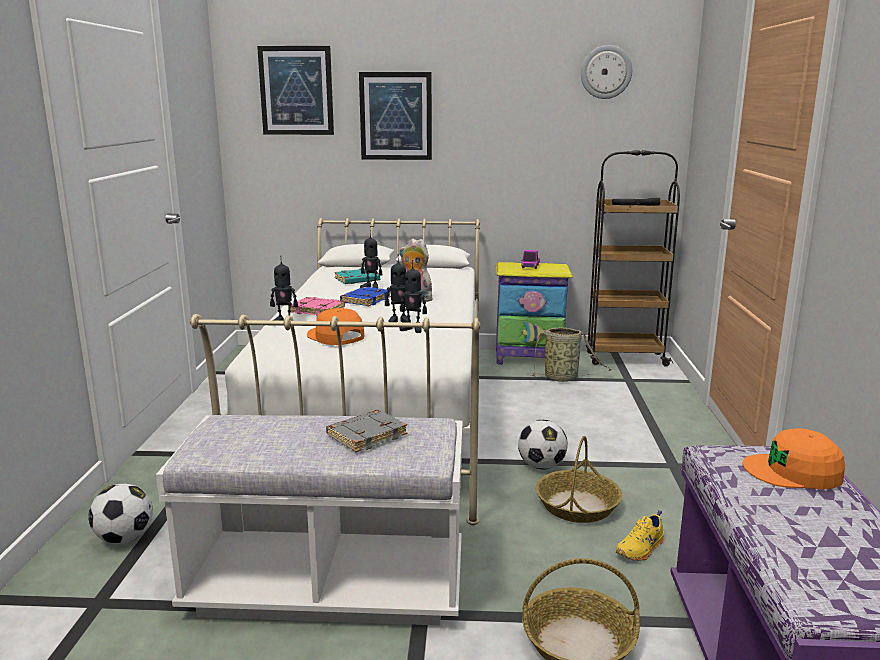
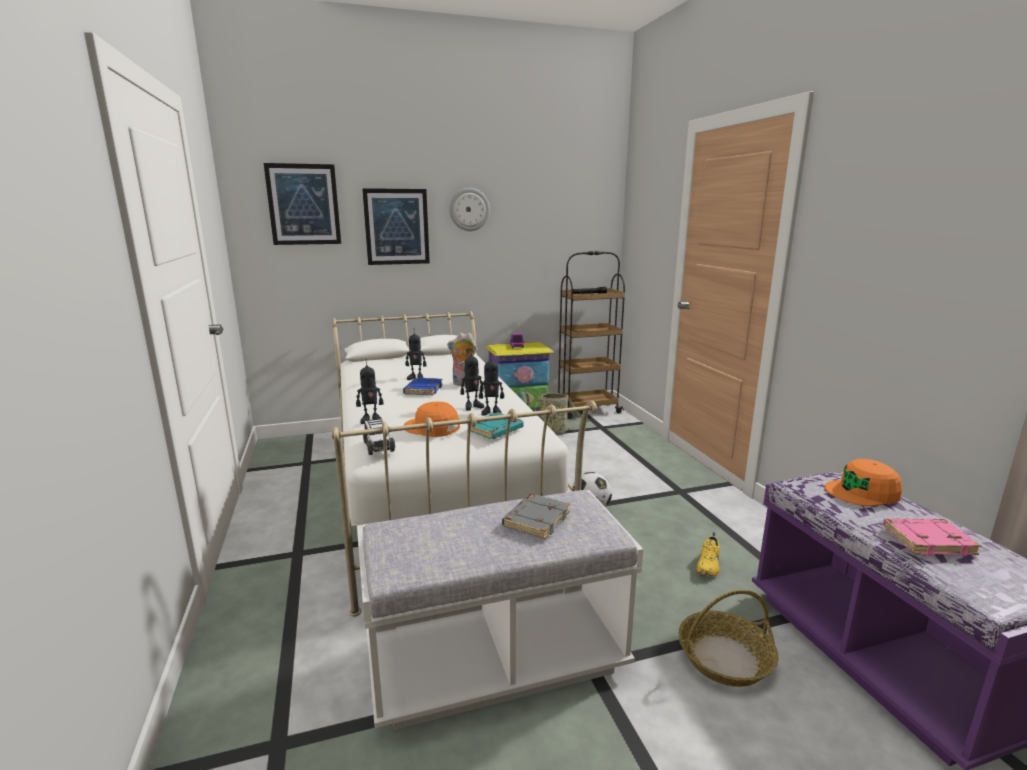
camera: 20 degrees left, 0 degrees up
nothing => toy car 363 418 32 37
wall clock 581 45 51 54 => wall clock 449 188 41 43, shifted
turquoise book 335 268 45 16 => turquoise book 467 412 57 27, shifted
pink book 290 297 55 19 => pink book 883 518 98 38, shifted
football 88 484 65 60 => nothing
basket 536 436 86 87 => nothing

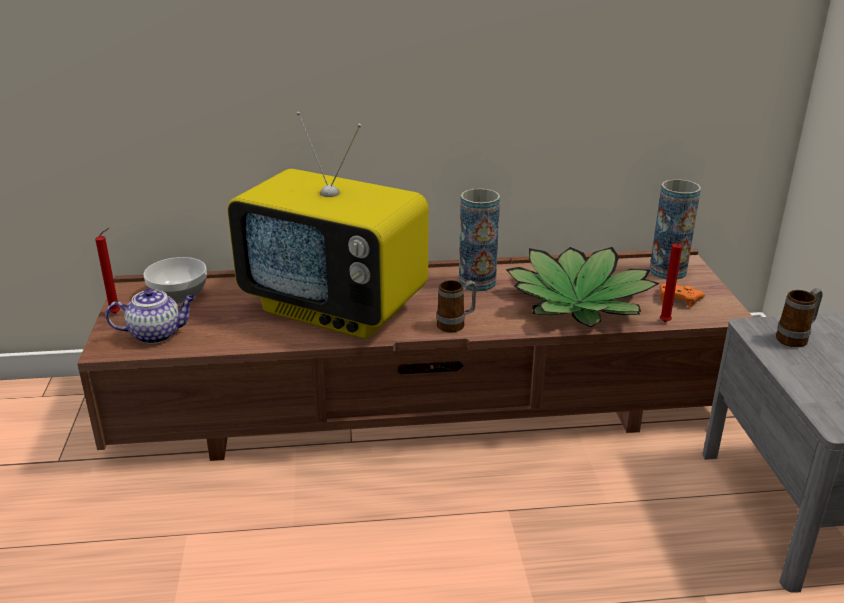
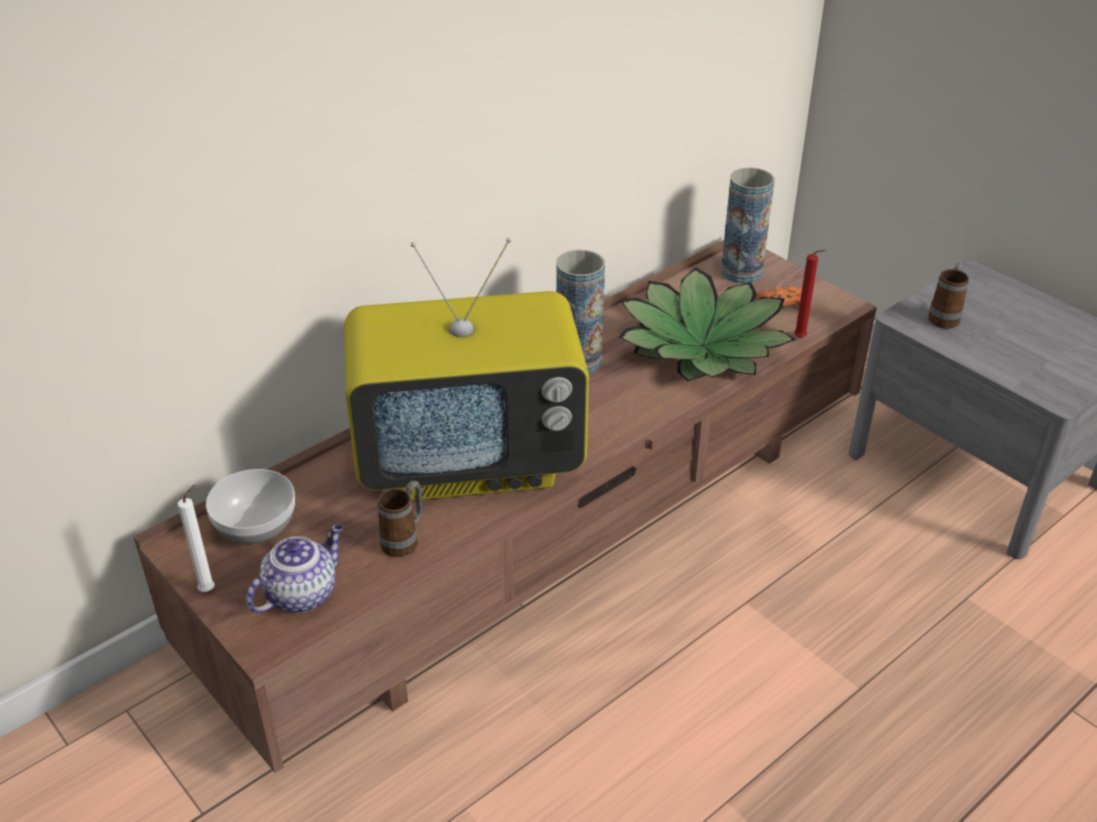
camera: 35 degrees left, 10 degrees up
red candle 95 228 25 86 => white candle 178 485 37 107
mug 436 280 41 53 => mug 377 481 46 76, shifted

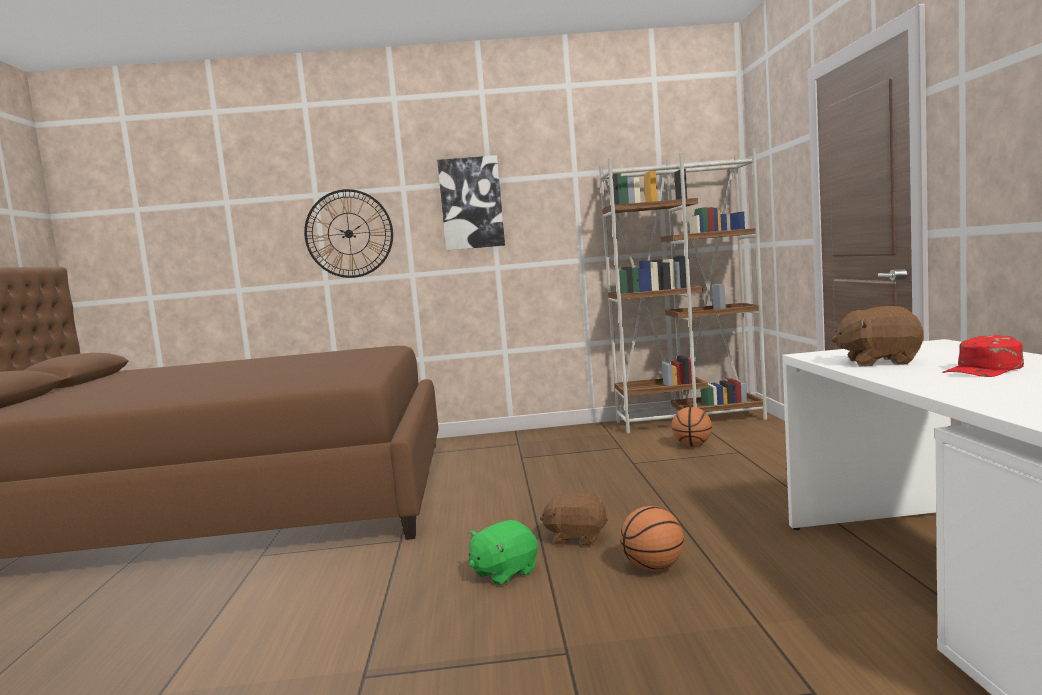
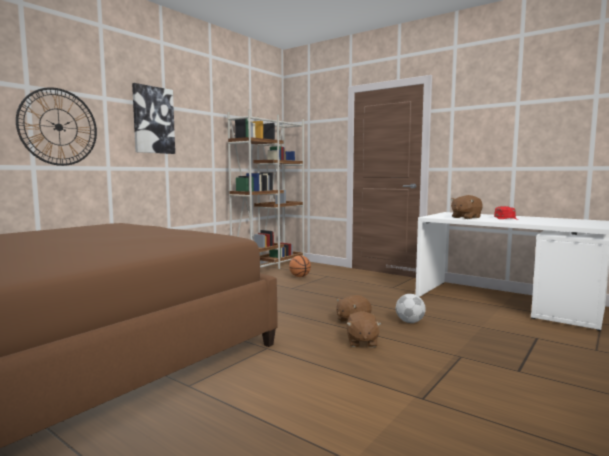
camera: 50 degrees left, 0 degrees up
green plush toy 468 520 70 66 => brown plush toy 347 311 35 37
basketball 620 506 64 65 => football 396 294 30 29

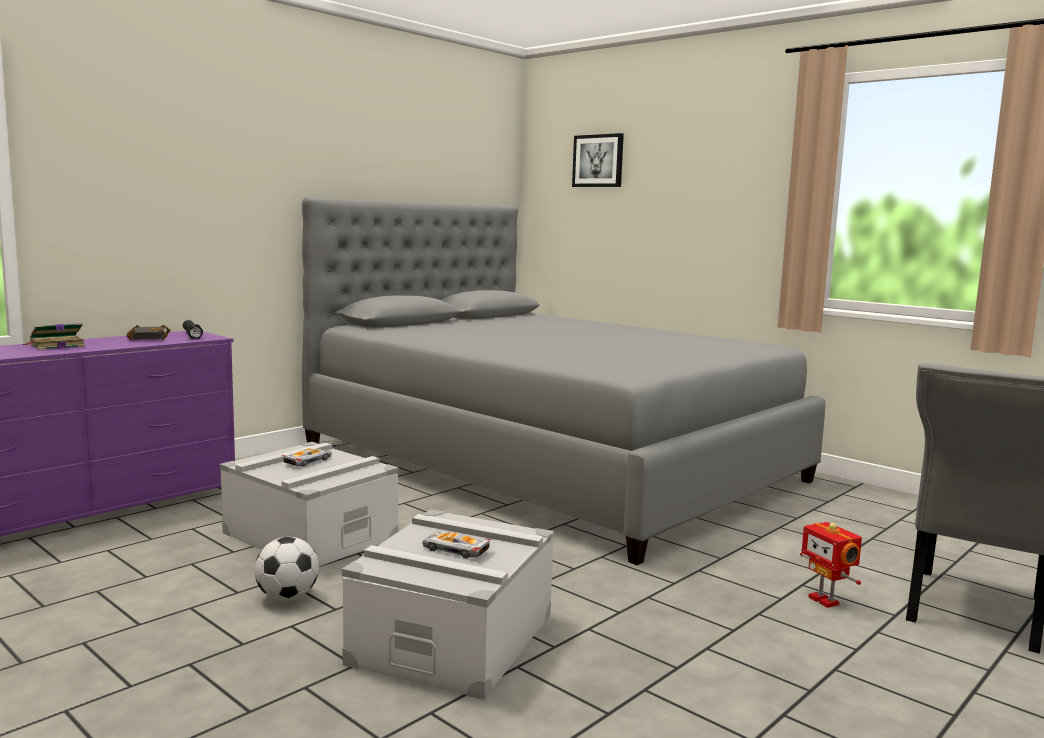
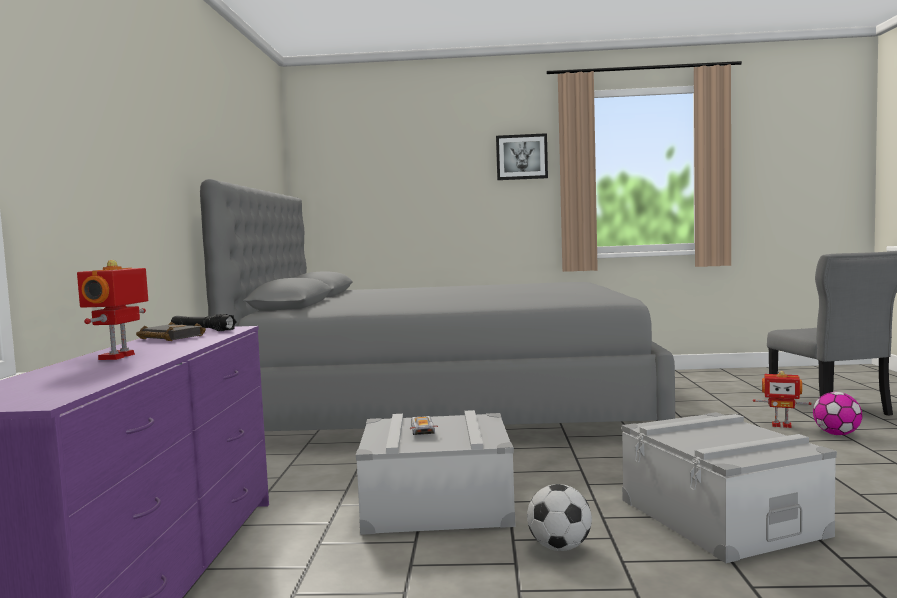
camera: 40 degrees left, 5 degrees down
book 25 323 60 27 => toy robot 77 260 71 100
picture 572 133 52 54 => picture 496 133 52 47, shifted
nothing => football 813 392 49 43
toy car 422 532 70 27 => nothing

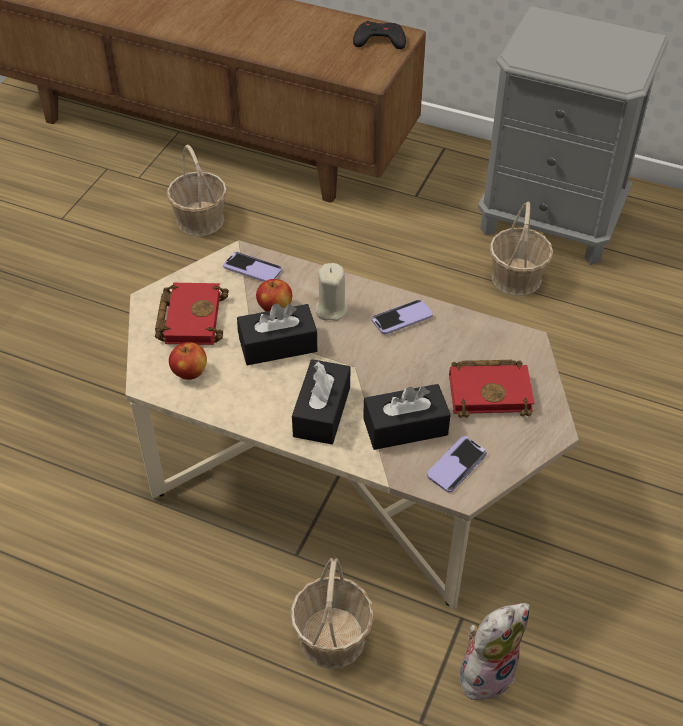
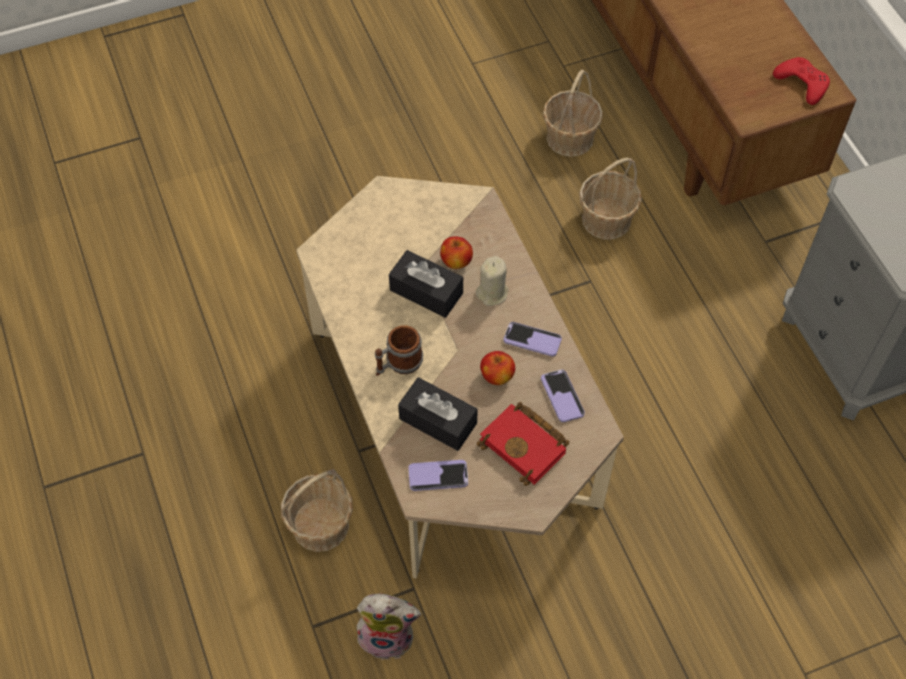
camera: 45 degrees right, 10 degrees up
black tissue box 292 359 58 85 => mug 375 325 48 51
apple 169 342 38 38 => apple 480 351 35 34, shifted
phone 223 252 59 30 => phone 541 369 44 53, shifted
basket 489 201 64 95 => basket 579 158 63 82, shifted
black game controller 353 21 53 28 => red game controller 773 57 57 48
red book 155 283 74 62 => nothing

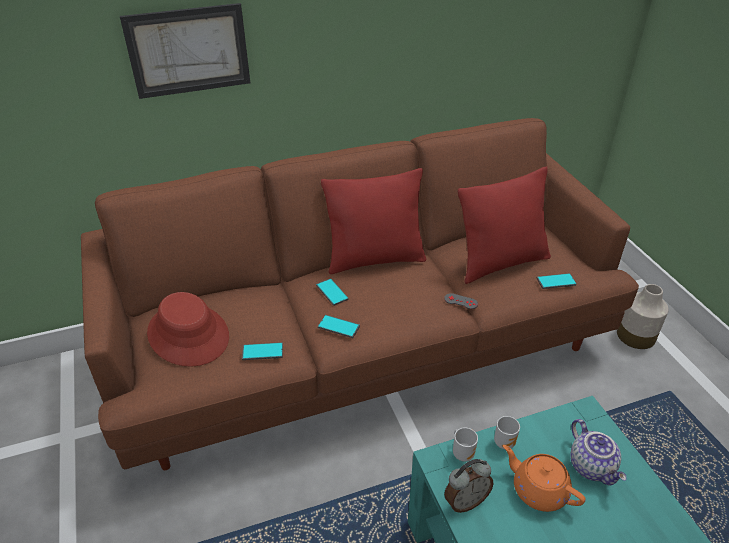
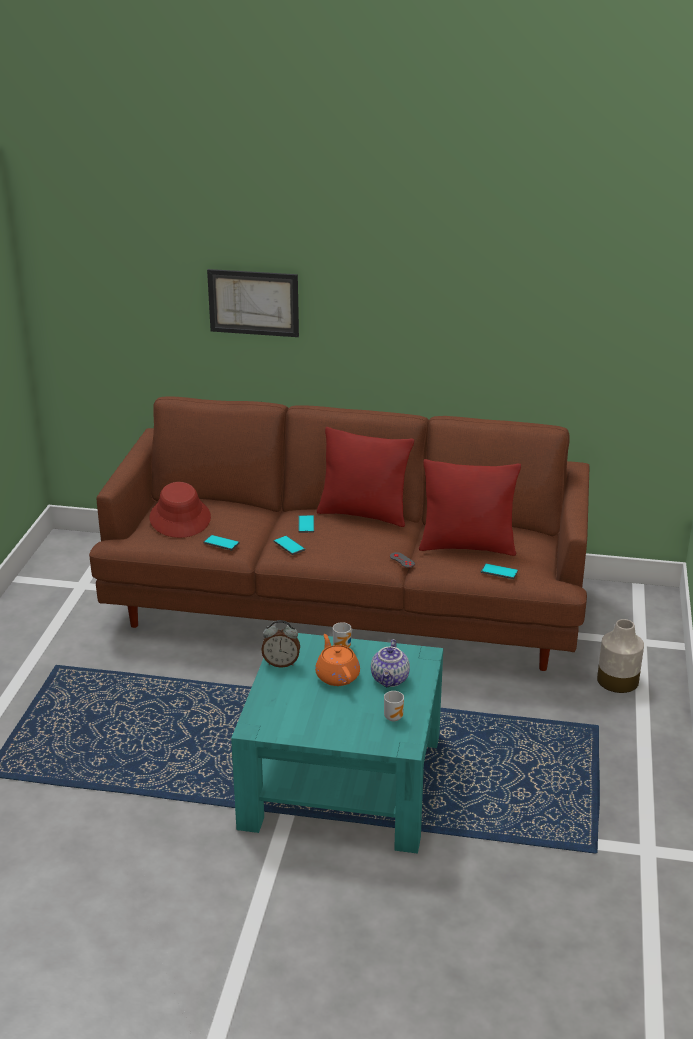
camera: 30 degrees right, 10 degrees down
mug 453 427 25 35 => mug 384 691 20 30, shifted

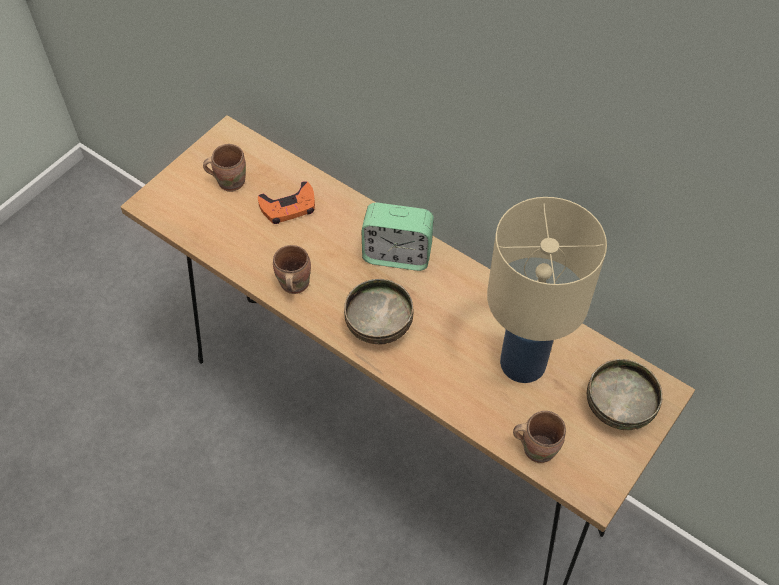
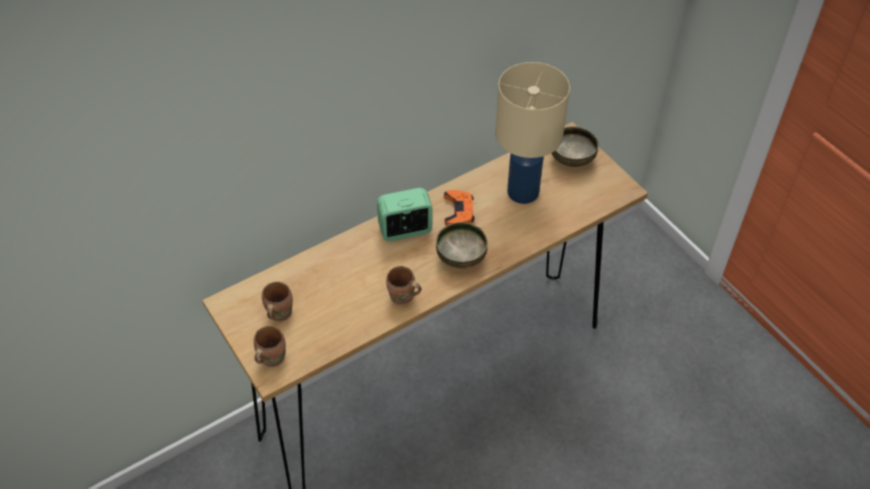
camera: 70 degrees left, 5 degrees down
brown mug 513 411 53 52 => brown mug 254 326 32 41, shifted
alarm clock 362 203 72 68 => alarm clock 377 188 56 53, 135 degrees counterclockwise
orange game controller 258 181 57 43 => orange game controller 444 190 31 36, shifted

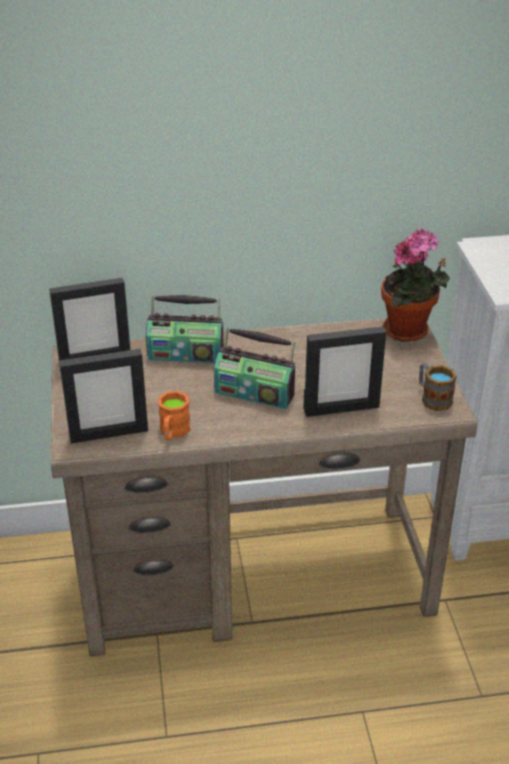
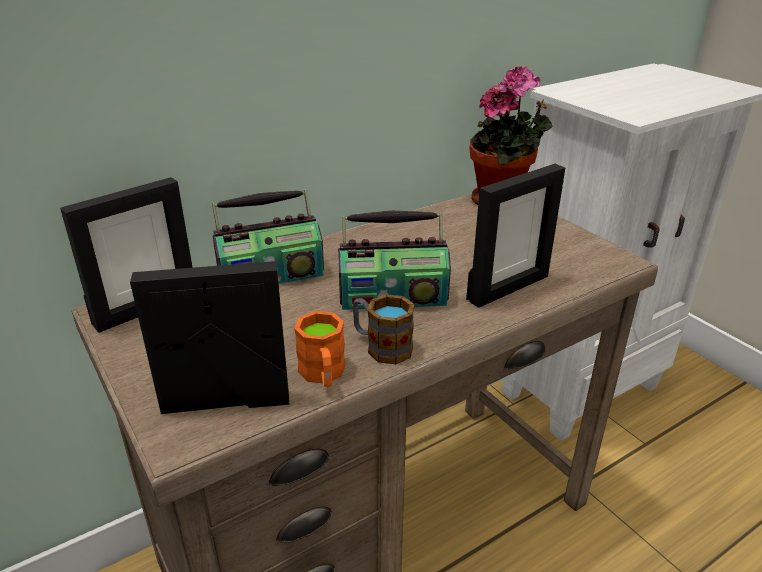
camera: 25 degrees left, 5 degrees down
picture frame 59 349 89 95 => picture frame 130 261 160 153, 150 degrees counterclockwise
mug 419 363 38 48 => mug 352 294 63 70, shifted

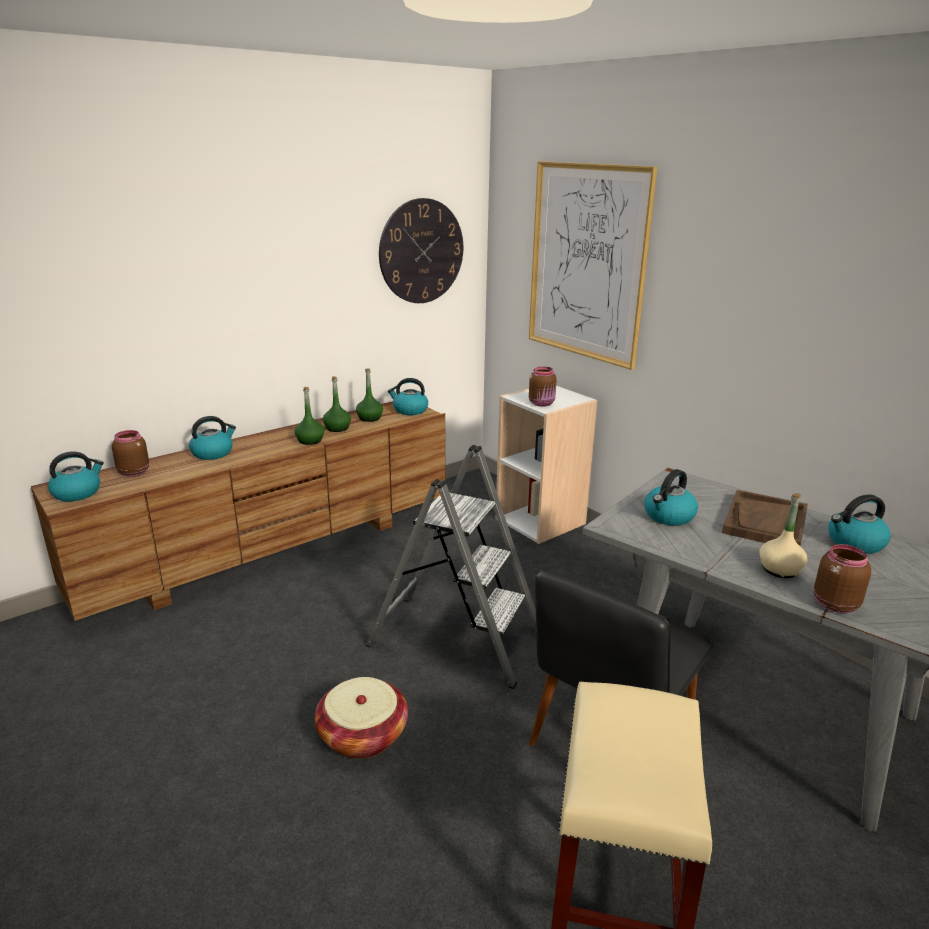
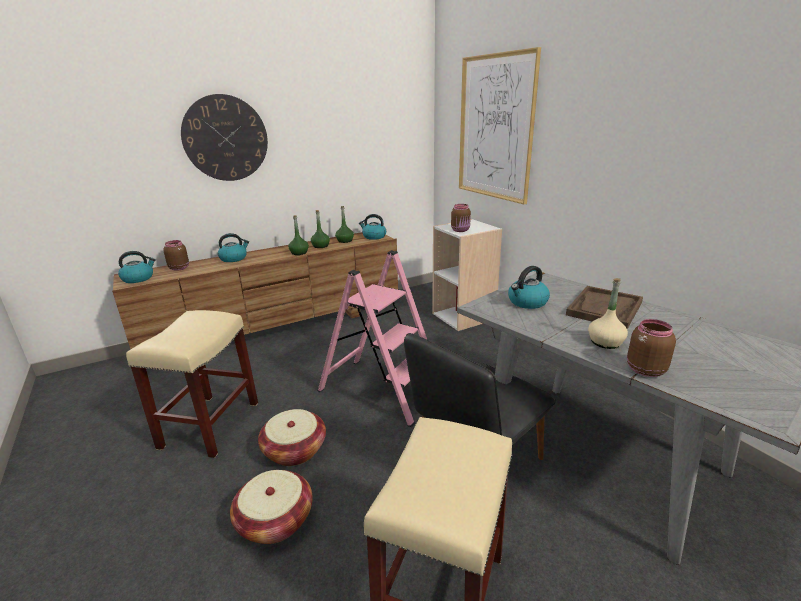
camera: 10 degrees right, 0 degrees up
nothing => beige stool 126 310 132 148
wall clock 379 198 84 105 => wall clock 181 94 87 87, shifted
nothing => basket 230 470 83 74
grey step ladder 365 445 171 244 => pink step ladder 317 250 110 177
kettle 828 494 63 60 => nothing

